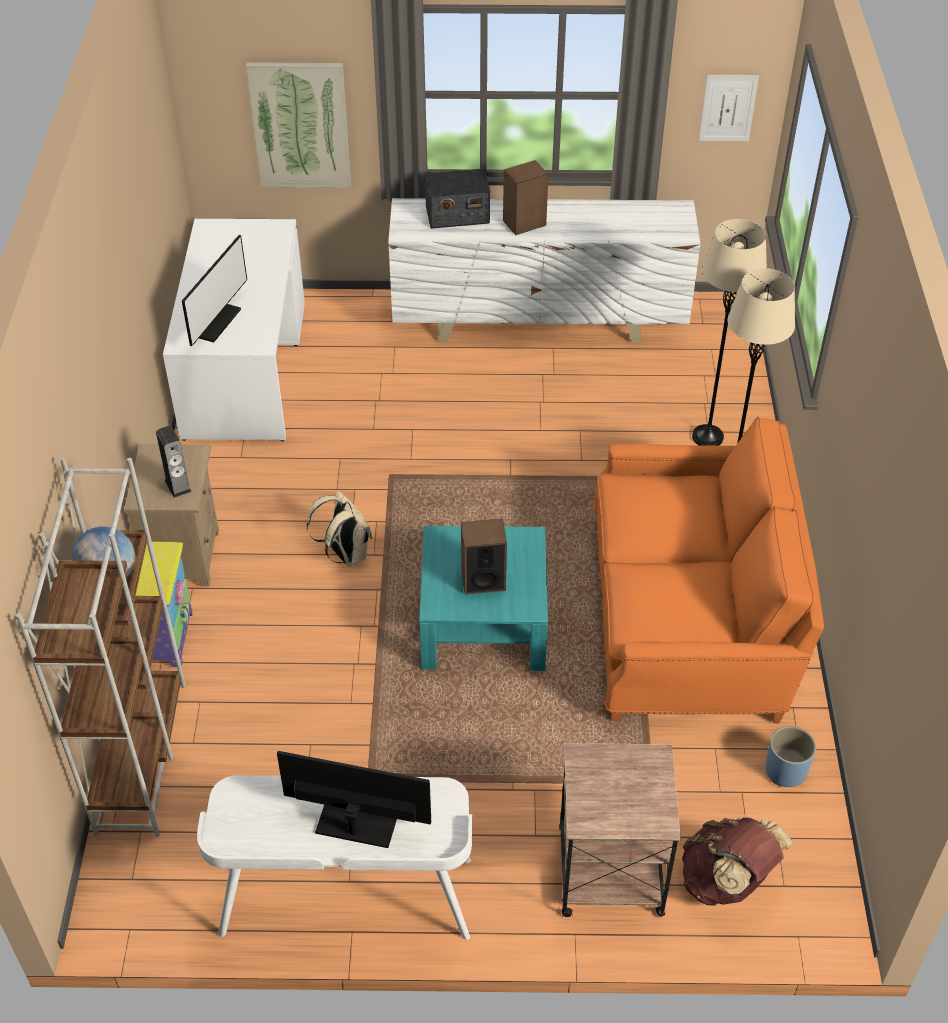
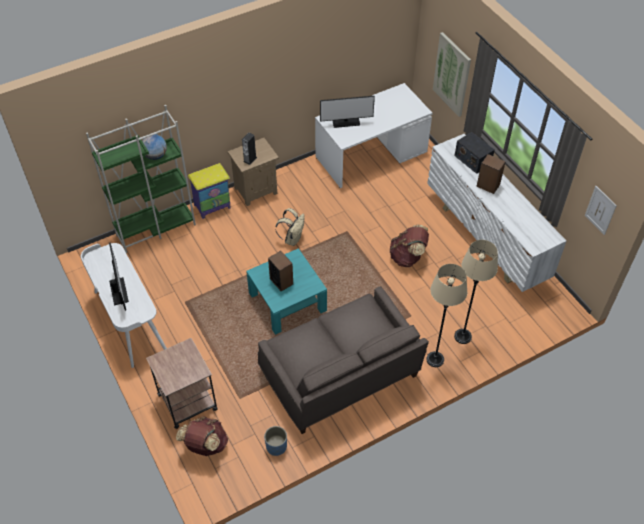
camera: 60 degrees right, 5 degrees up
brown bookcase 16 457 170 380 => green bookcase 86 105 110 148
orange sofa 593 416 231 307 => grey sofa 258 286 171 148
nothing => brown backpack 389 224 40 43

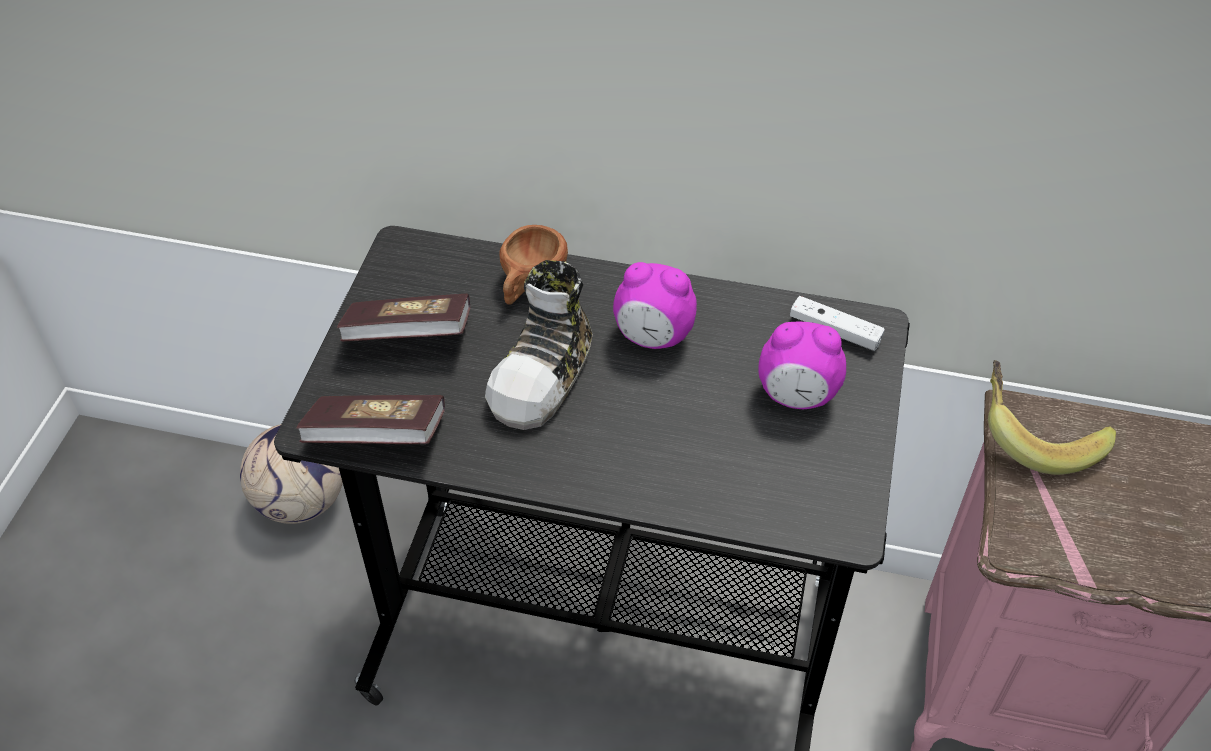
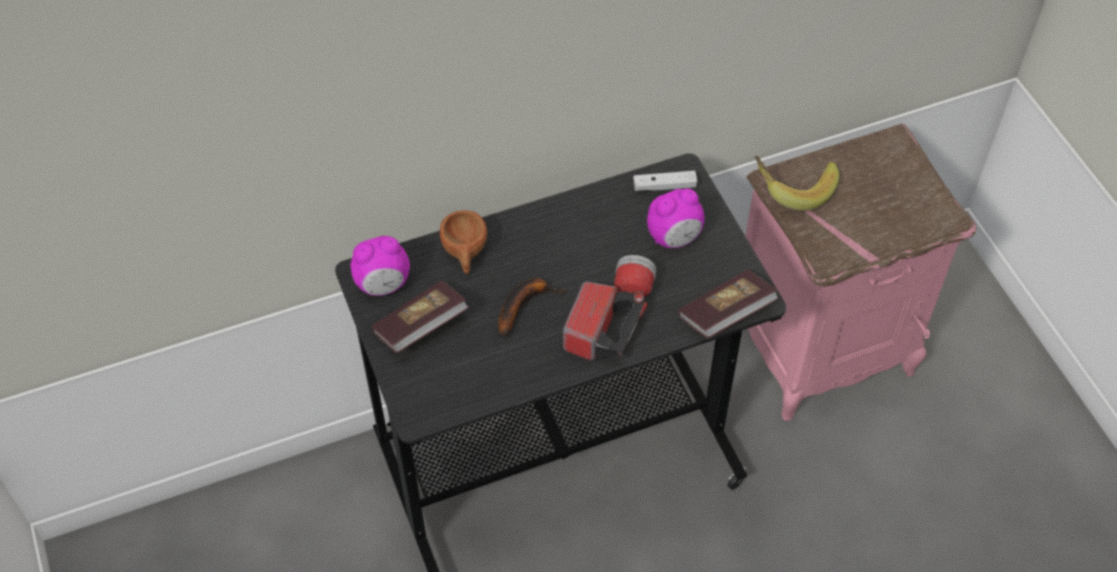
camera: 35 degrees left, 5 degrees up
alarm clock 613 262 84 87 => alarm clock 351 236 59 60, shifted
shoe 485 260 108 170 => banana 498 278 67 59
nothing => flashlight 563 255 94 105
book 296 395 149 49 => book 678 270 101 68, shifted
football 240 424 103 100 => nothing

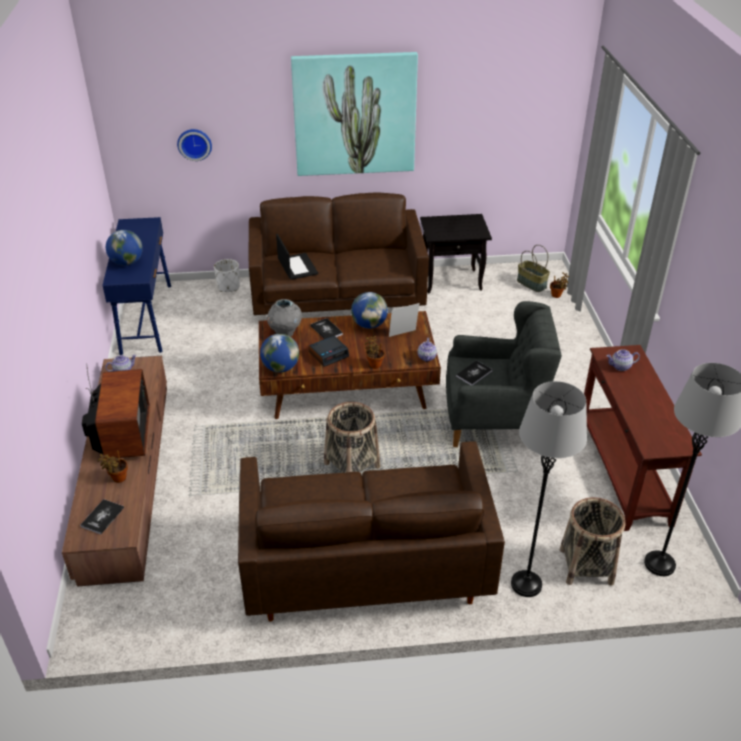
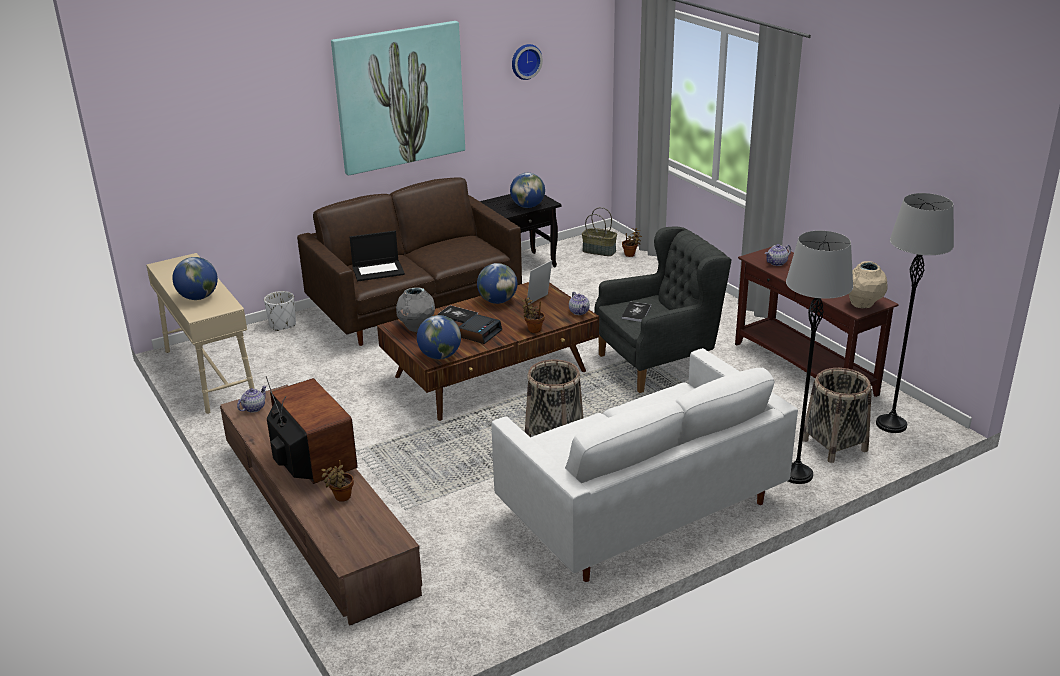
camera: 25 degrees left, 10 degrees down
blue console table 102 217 69 138 => beige console table 146 253 109 161
laptop 276 234 42 46 => laptop 350 231 55 50, 120 degrees clockwise
brown sofa 238 441 267 180 => white sofa 491 348 307 234
nothing => globe 510 173 35 35
wall clock 177 129 35 32 => wall clock 512 44 31 36, shifted
nothing => beige vase 849 261 39 47
book 80 499 44 35 => nothing

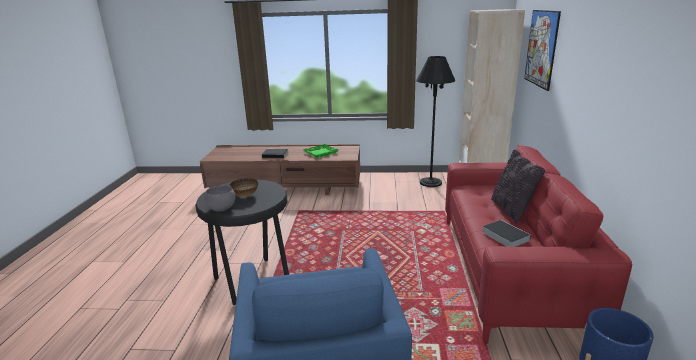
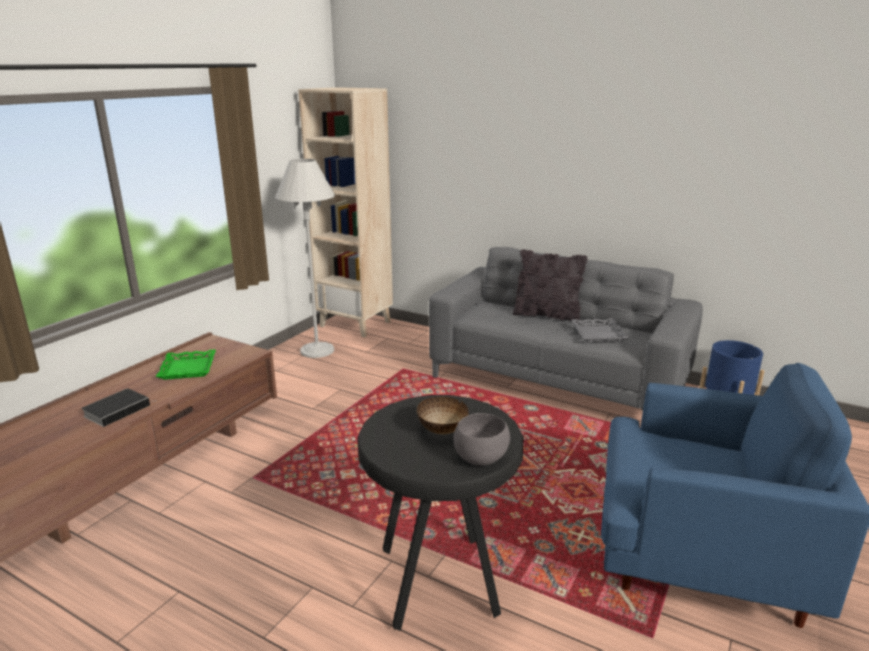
camera: 65 degrees left, 0 degrees up
black floor lamp 416 56 39 131 => white floor lamp 275 159 60 199
red sofa 445 145 187 199 => grey sofa 429 247 274 164
book 482 220 49 27 => grey tray 571 318 58 25
picture 524 10 37 81 => nothing

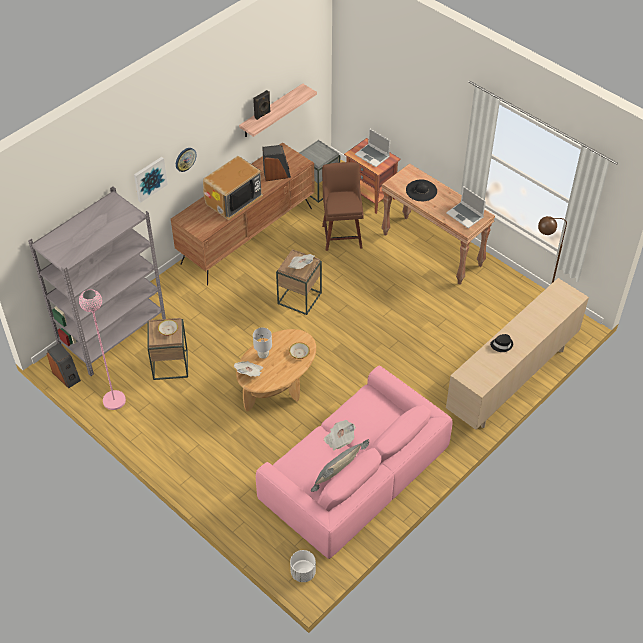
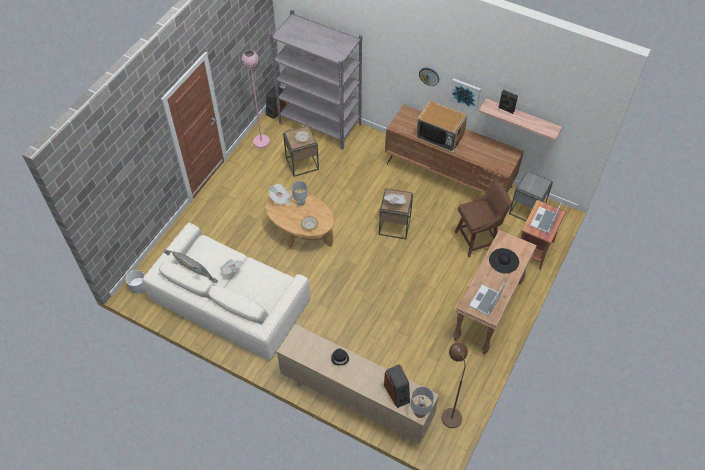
camera: 75 degrees right, 5 degrees up
pink sofa 256 365 197 194 => white sofa 142 223 168 137
speaker 262 145 29 36 => speaker 384 364 26 44, shifted
nothing => grey table lamp 411 387 23 31
picture 134 157 34 46 => picture 450 78 31 33, shifted

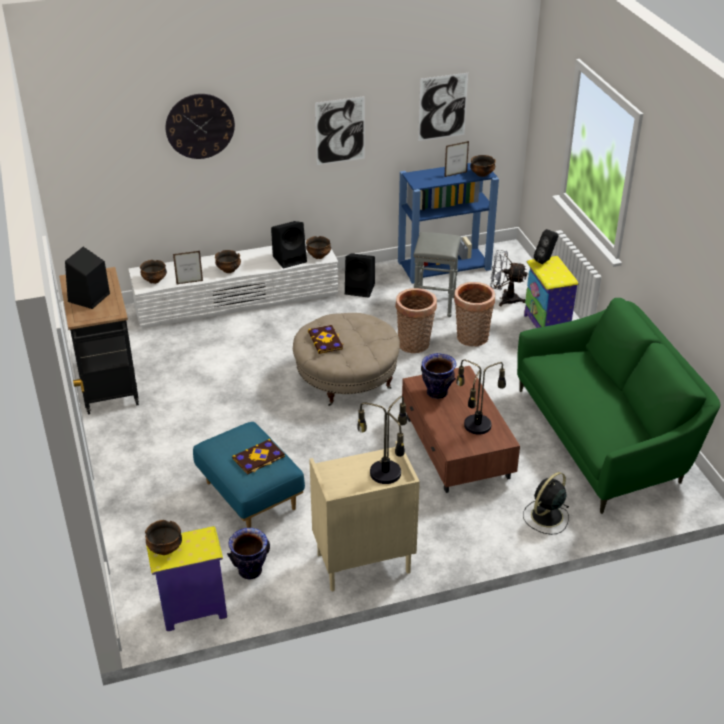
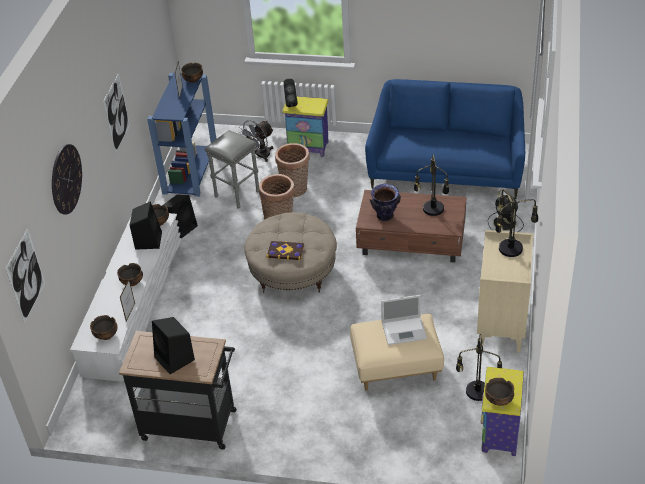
camera: 60 degrees left, 5 degrees up
picture 418 73 50 68 => picture 5 228 40 95, shifted
blue ottoman 193 422 112 106 => beige ottoman 350 314 94 77
green sofa 517 298 203 216 => blue sofa 365 79 160 120
book 232 439 53 36 => laptop 381 295 46 50
vase 227 528 43 51 => table lamp 456 334 46 67

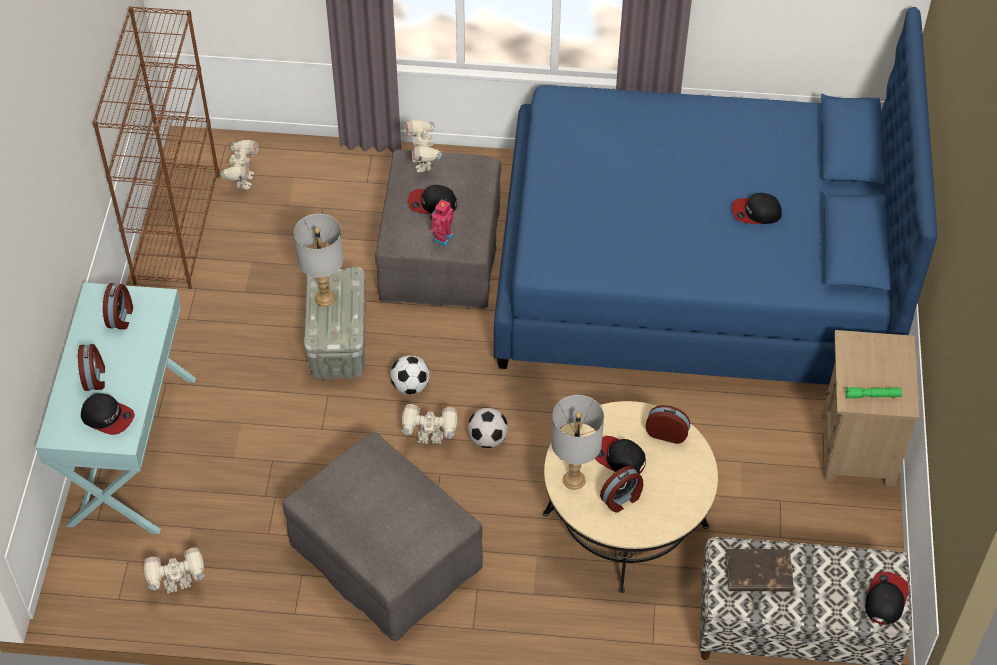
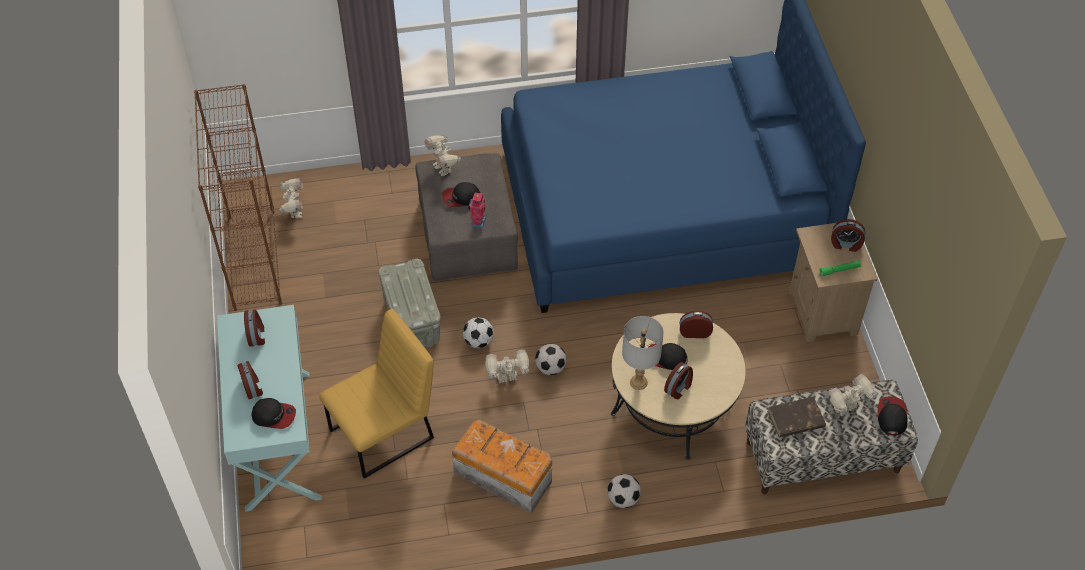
camera: 15 degrees left, 0 degrees up
nothing => yellow chair 319 309 115 170
grey ottoman 283 432 200 209 => storage box 452 420 100 94
nothing => football 607 474 34 34
toy robot 144 547 62 47 => toy robot 828 374 49 42, shifted
nothing => alarm clock 831 219 34 33
grey table lamp 294 214 50 93 => nothing
cap 732 193 50 31 => nothing

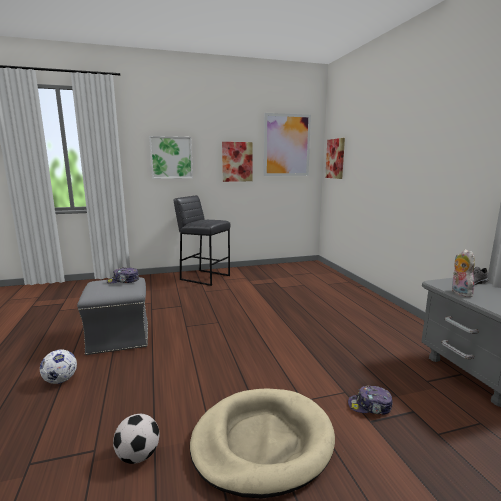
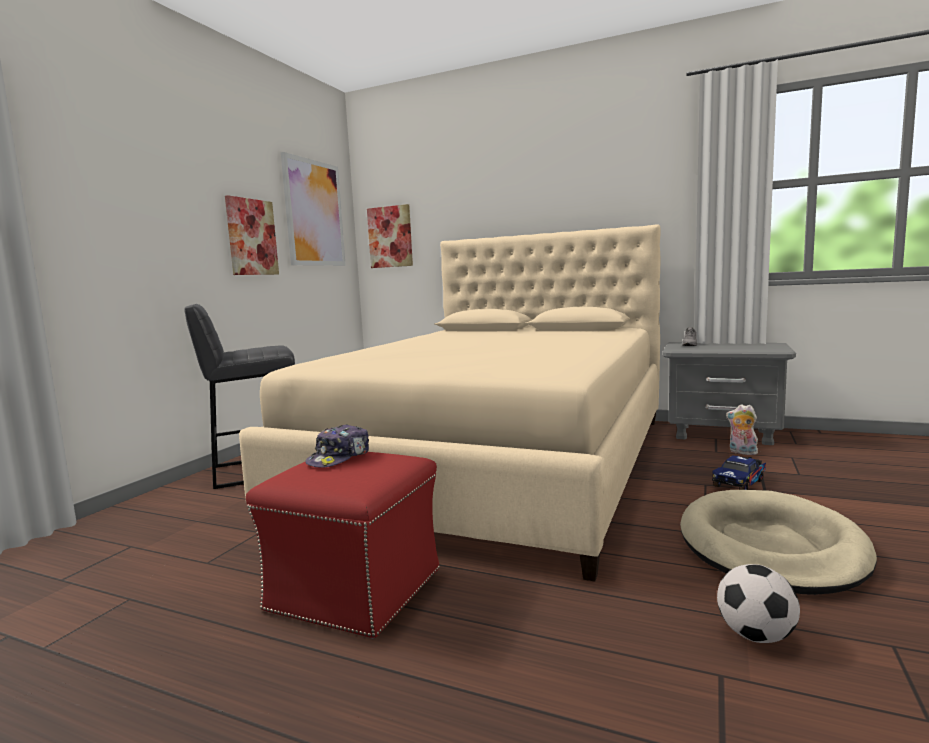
camera: 50 degrees left, 5 degrees down
nothing => beige bed 239 225 422 357
grey ottoman 77 277 71 78 => red ottoman 246 452 194 186
cap 348 386 45 29 => toy truck 712 455 54 35
plush toy 451 249 24 48 => plush toy 726 404 32 51, shifted
football 40 349 37 35 => nothing
picture 149 136 44 43 => nothing

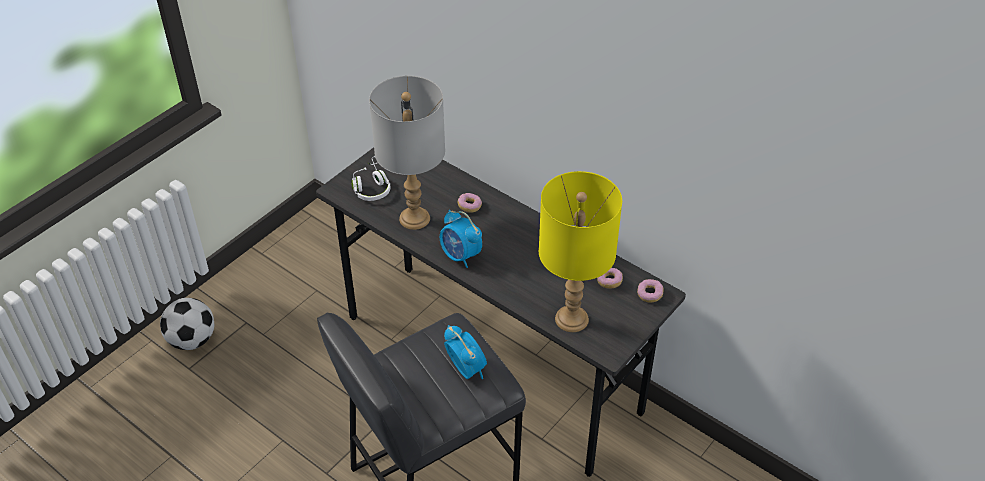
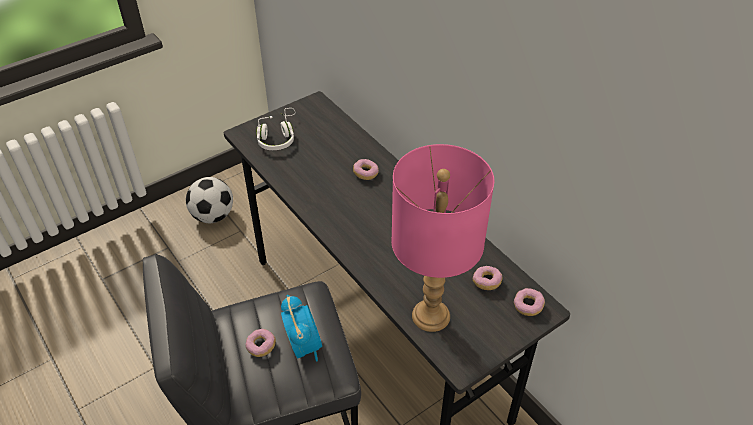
camera: 15 degrees right, 0 degrees up
football 160 298 54 52 => football 186 177 47 46, shifted
nothing => donut 245 329 31 28
yellow table lamp 539 171 83 161 => pink table lamp 391 144 103 188
grey table lamp 369 76 76 154 => nothing
alarm clock 440 210 42 58 => nothing

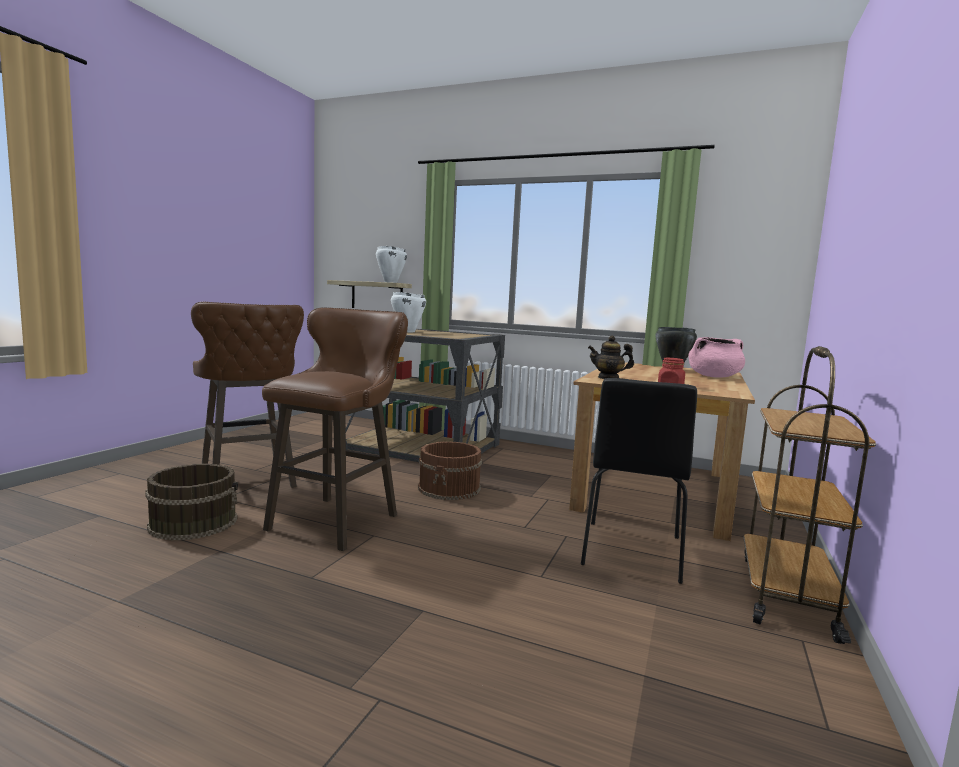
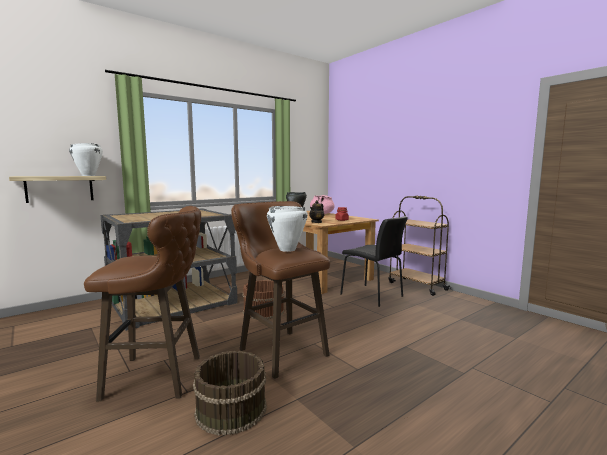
camera: 60 degrees left, 0 degrees up
white cooking pot 391 292 35 40 => white cooking pot 267 206 41 46, shifted

